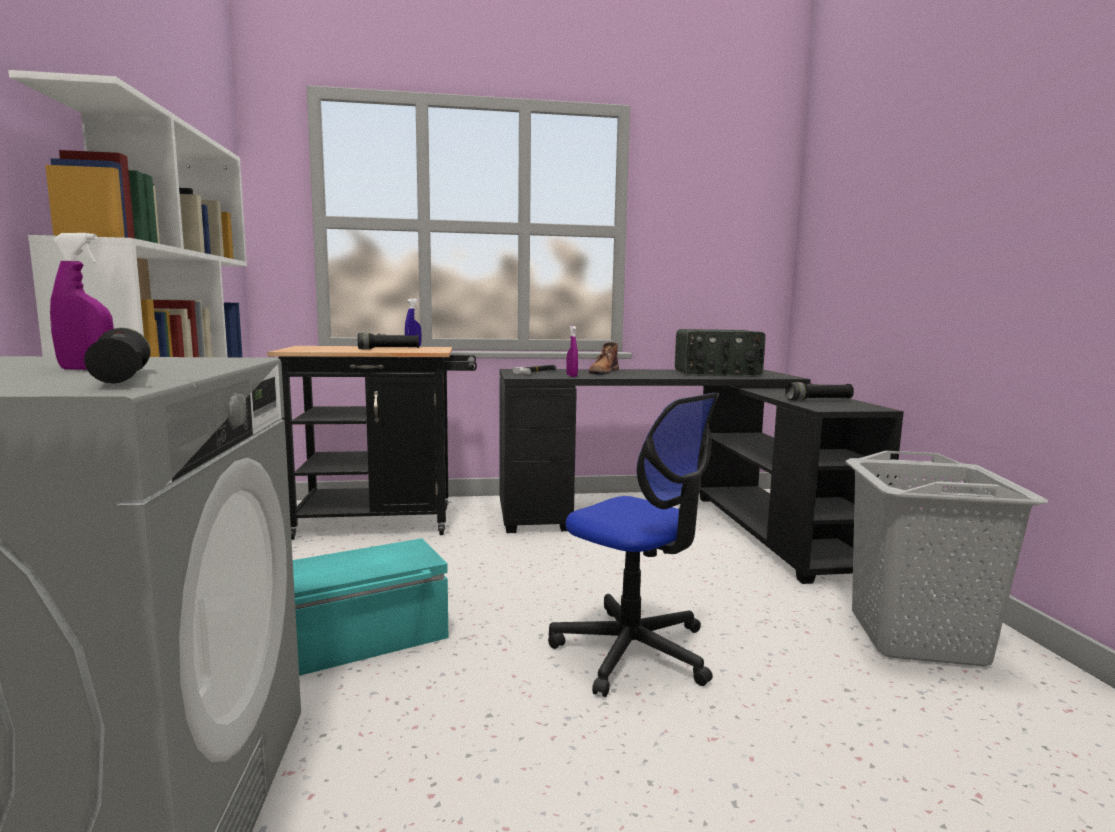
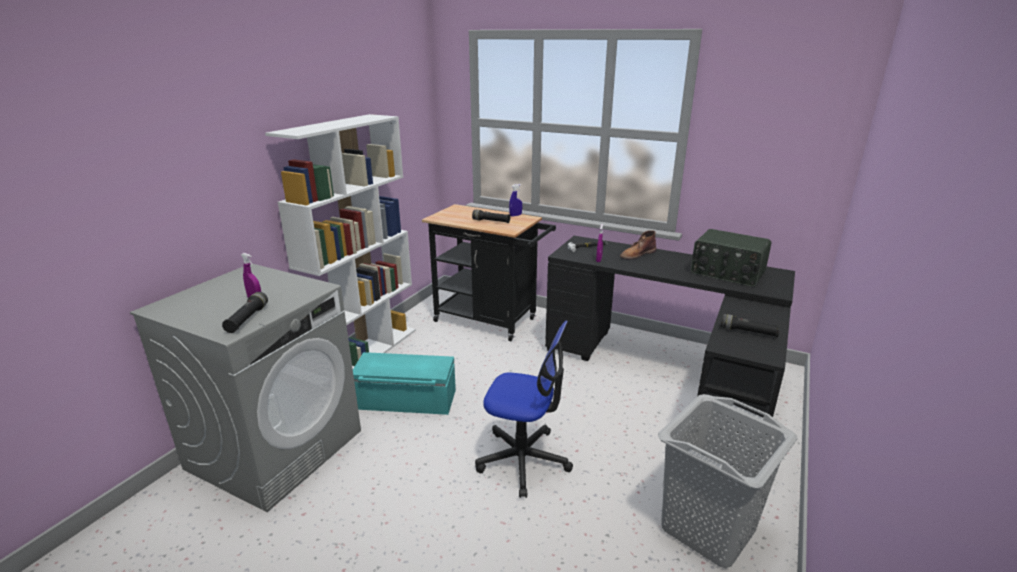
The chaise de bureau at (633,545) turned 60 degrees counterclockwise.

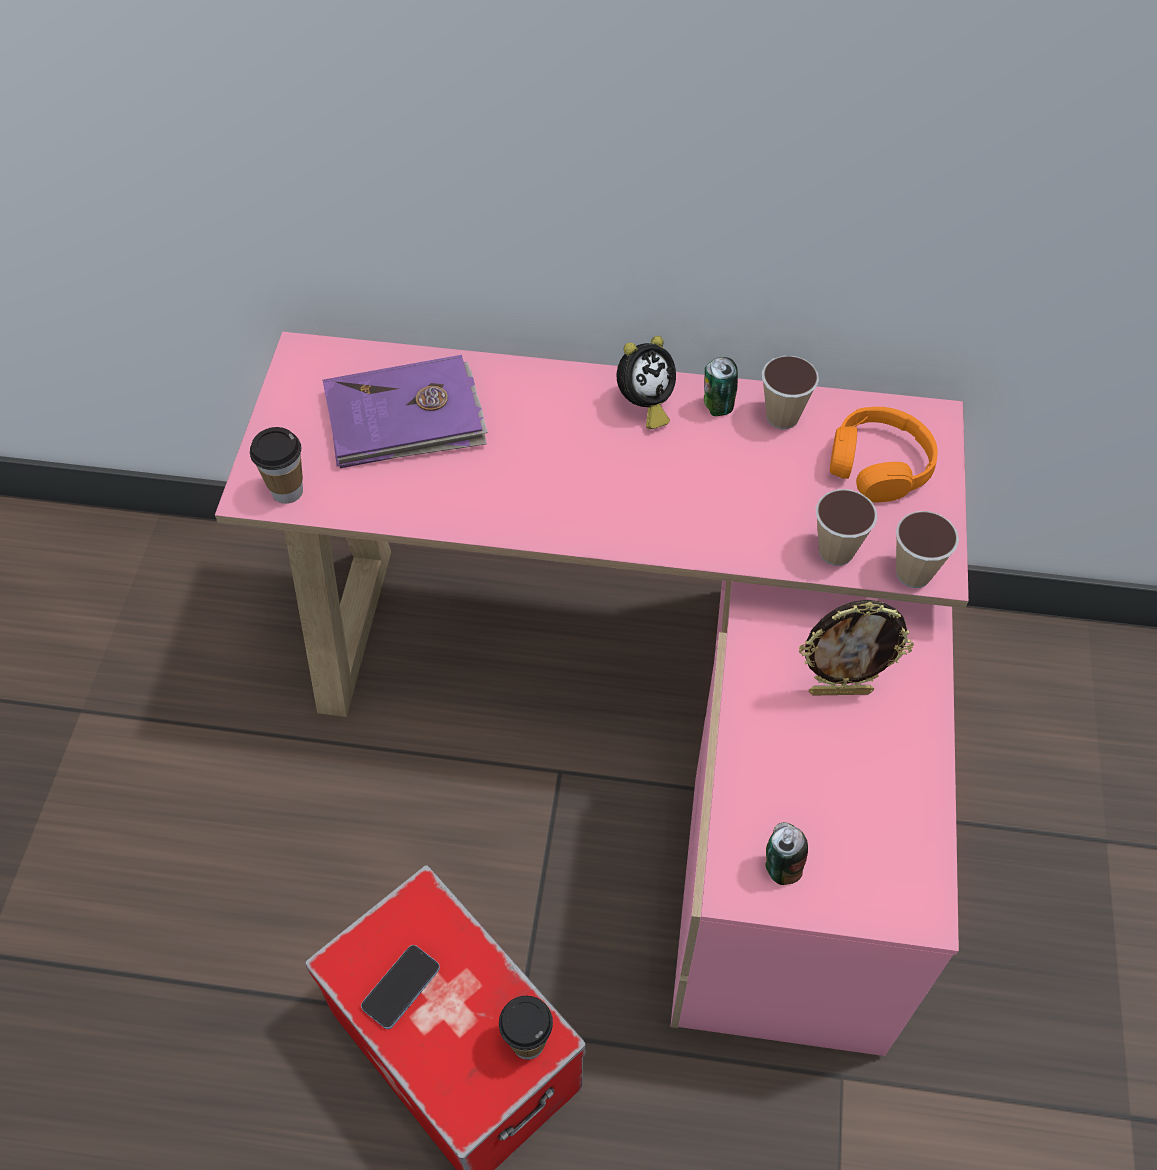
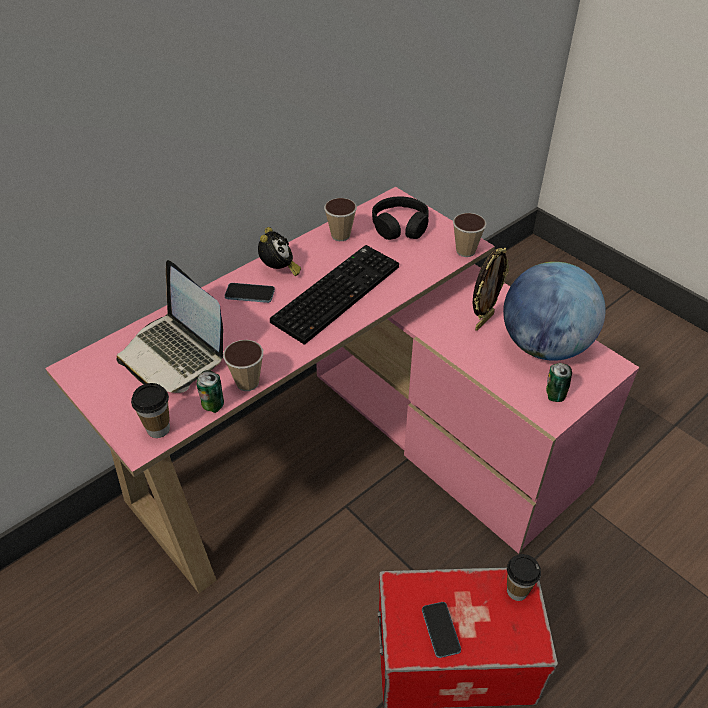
The livre [violet] at (405,411) was replaced by the ordinateur portable at (170,326).
The boîte métallique moved from (721,386) to (210,391).
The casque audio [orange] at (883,454) became the casque audio [noir] at (400,218).
The tasse moved from (846,527) to (243,365).
The clavier at (334,295) appeared.
The globe at (554,311) appeared.
The téléphone at (250,293) appeared.

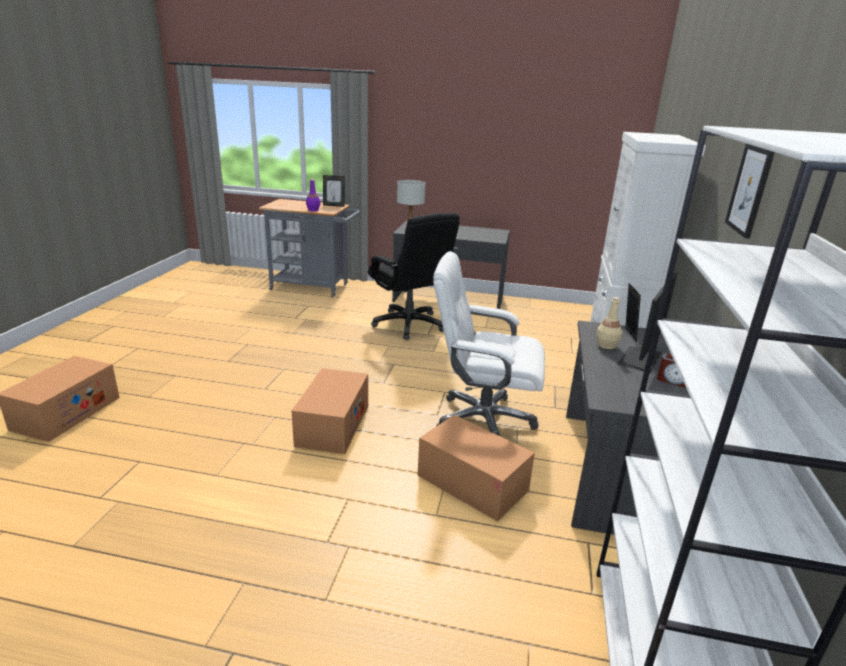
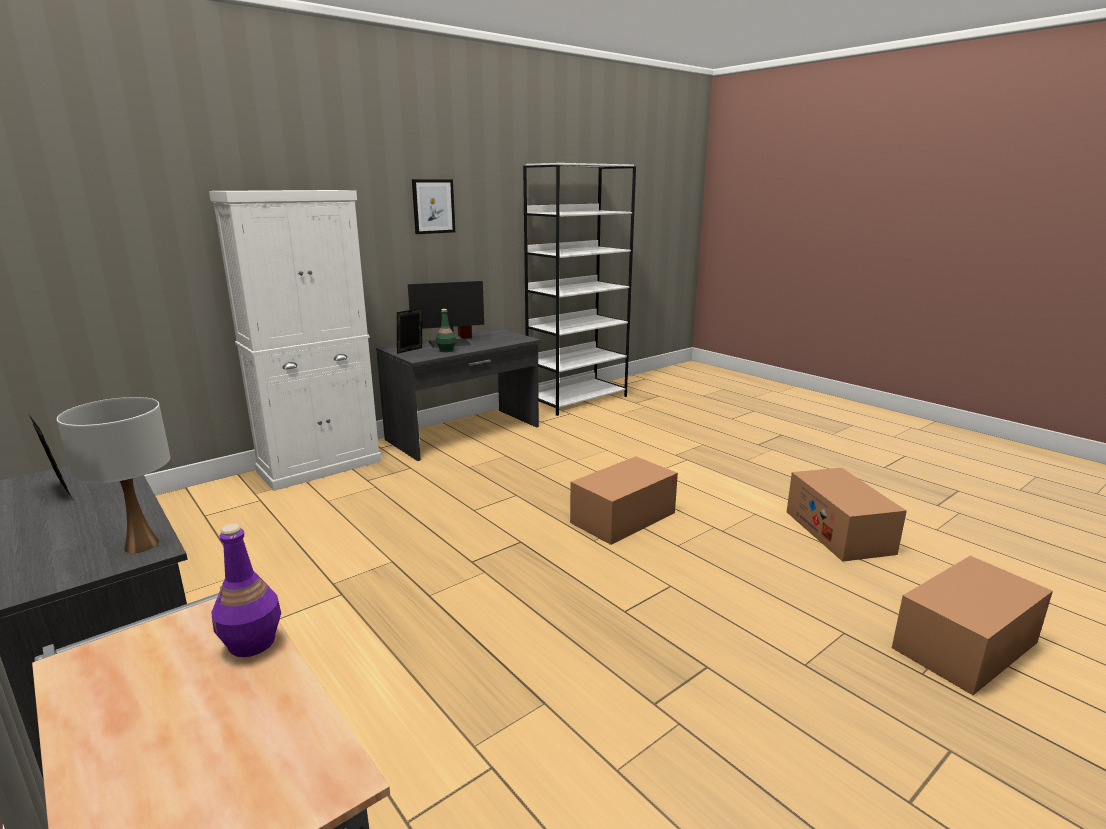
The cadre photo moved from (334,191) to (50,456).
The chaise de bureau [noir] at (414,276) disappeared.
The chaise de bureau [blanc] at (489,343) disappeared.
The bouteille [beige] at (609,323) became the bouteille [vert] at (446,330).
The carton moved from (476,468) to (847,515).

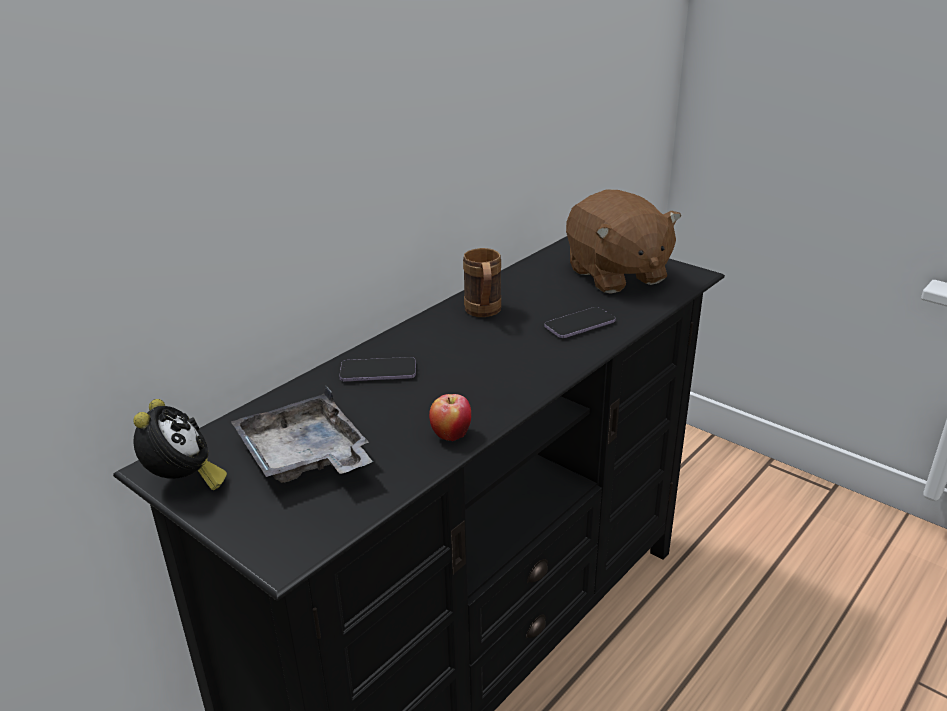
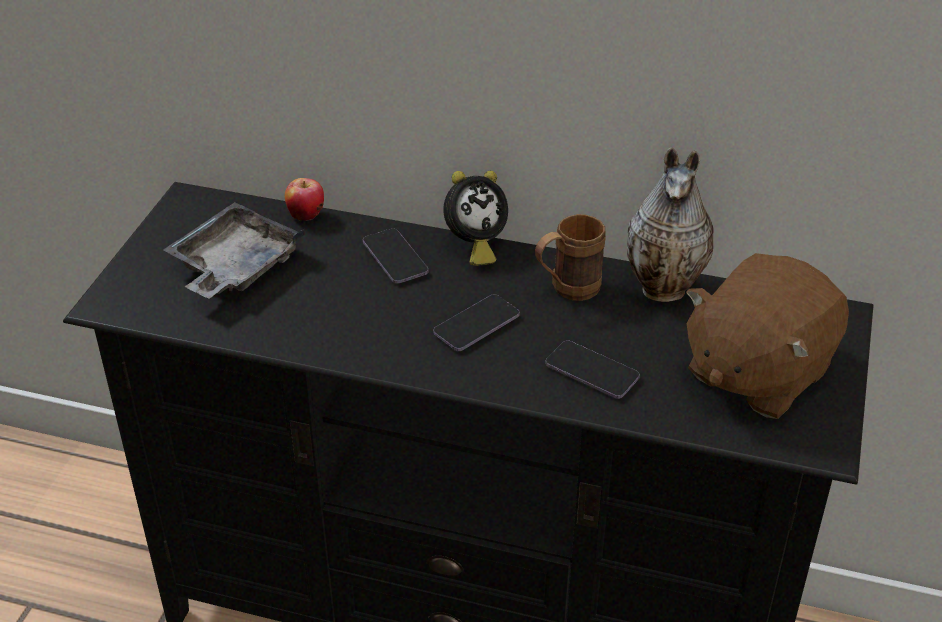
The pomme moved from (450,417) to (304,199).
The réveil moved from (180,444) to (475,218).
The vase at (670,224) appeared.
The téléphone at (476,322) appeared.

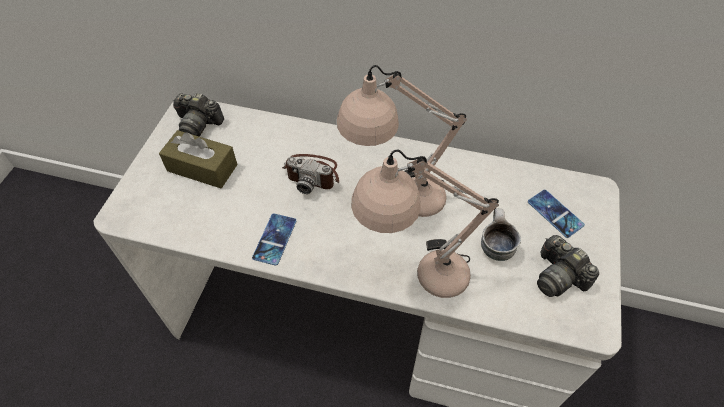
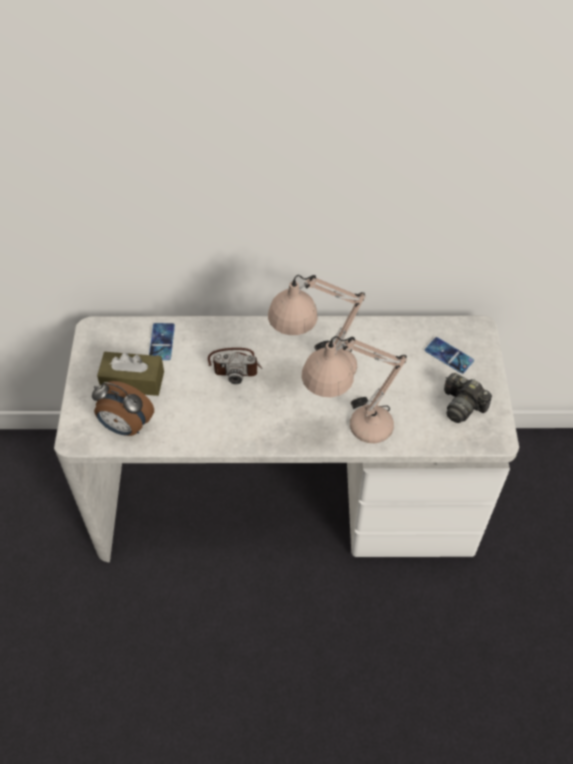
The appareil photo at (198,115) disappeared.
The mug at (501,234) disappeared.
The téléphone moved from (274,239) to (162,341).
The réveil at (123,408) appeared.

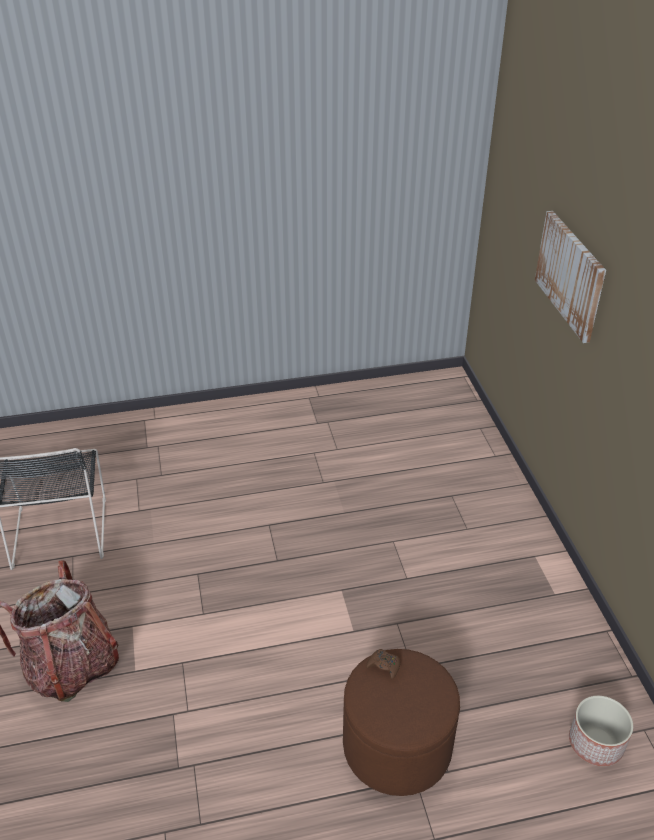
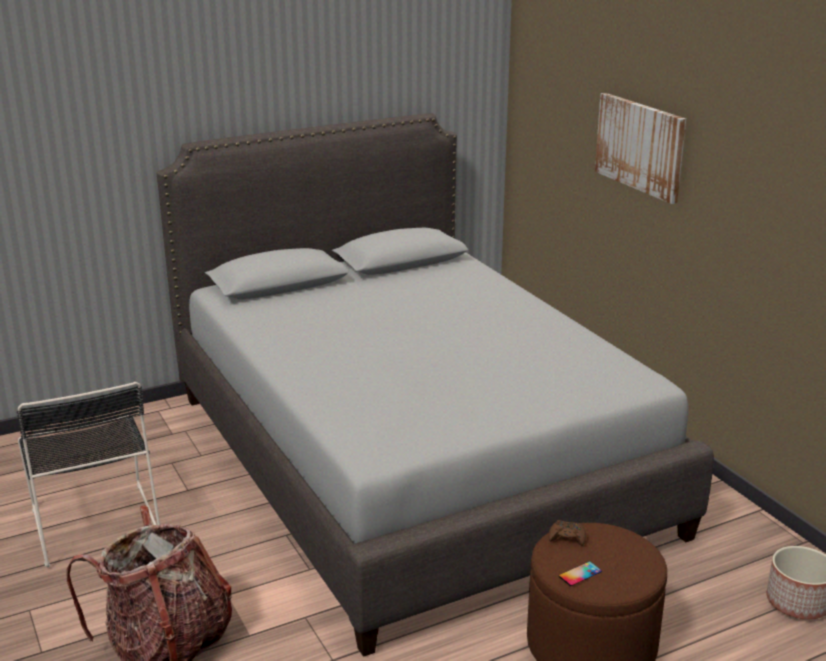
The lit [gris] at (435,385) appeared.
The téléphone at (580,573) appeared.

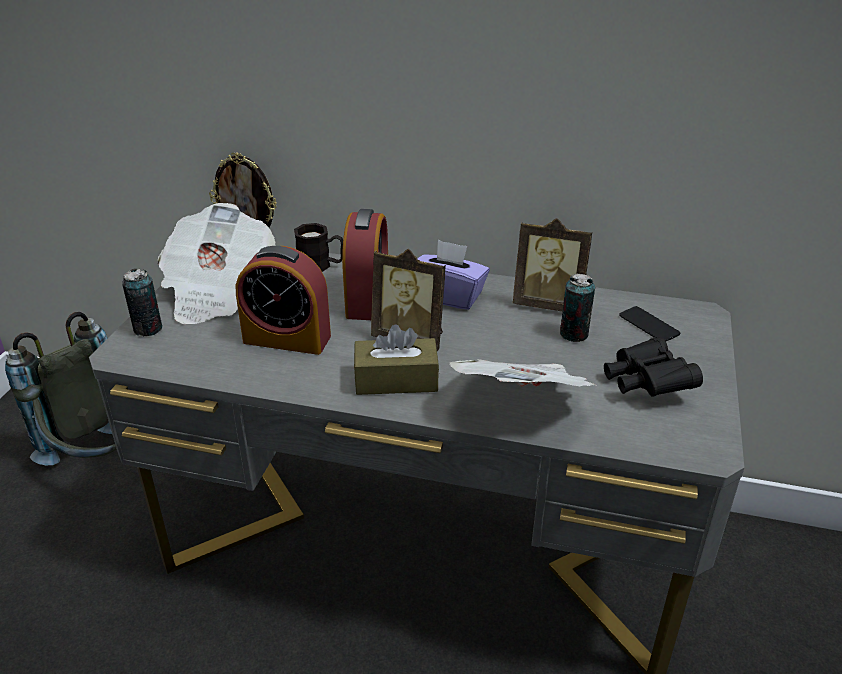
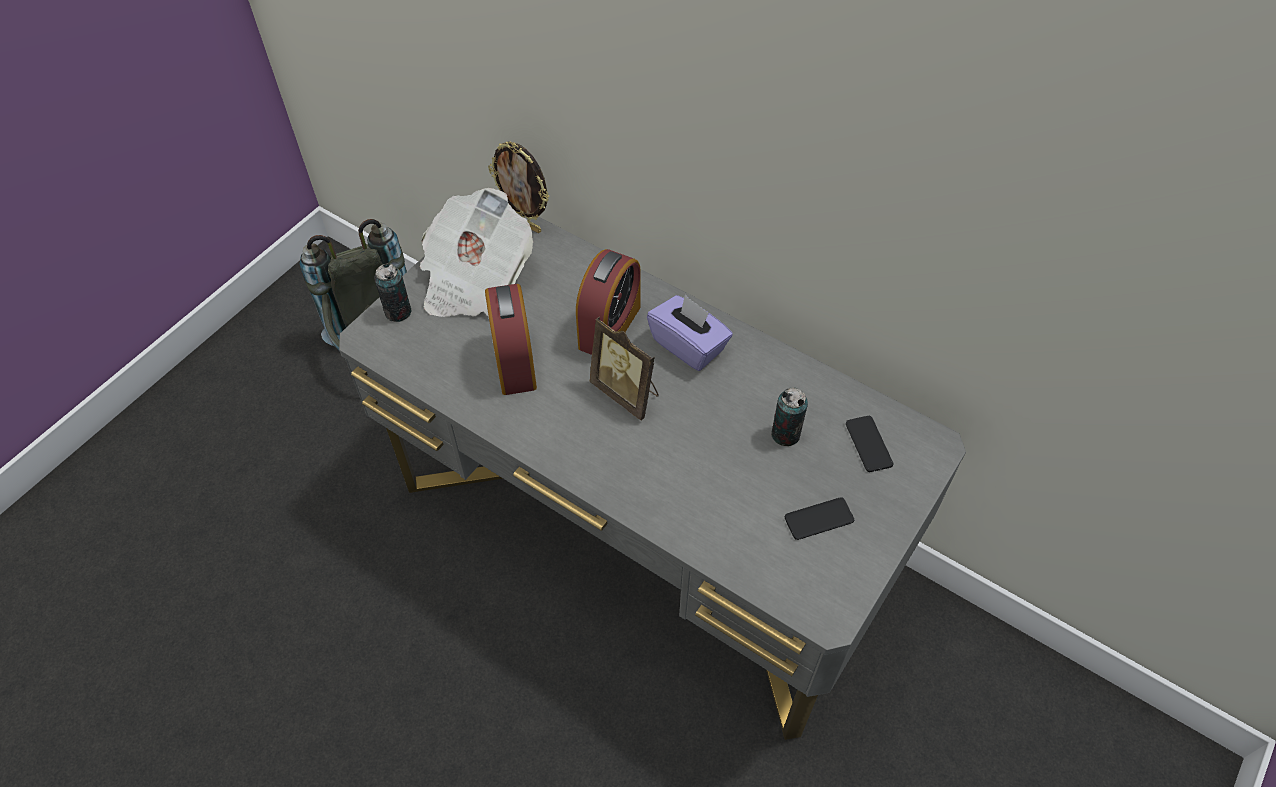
The cadre photo at (552,265) disappeared.
The mug [noir] at (318,247) disappeared.
The réveil at (283,300) turned 135 degrees counterclockwise.
The boîte à mouchoirs [marron] at (396,359) disappeared.
The jumelles [noir] at (653,367) was replaced by the téléphone at (819,518).
The journal at (523,372) disappeared.

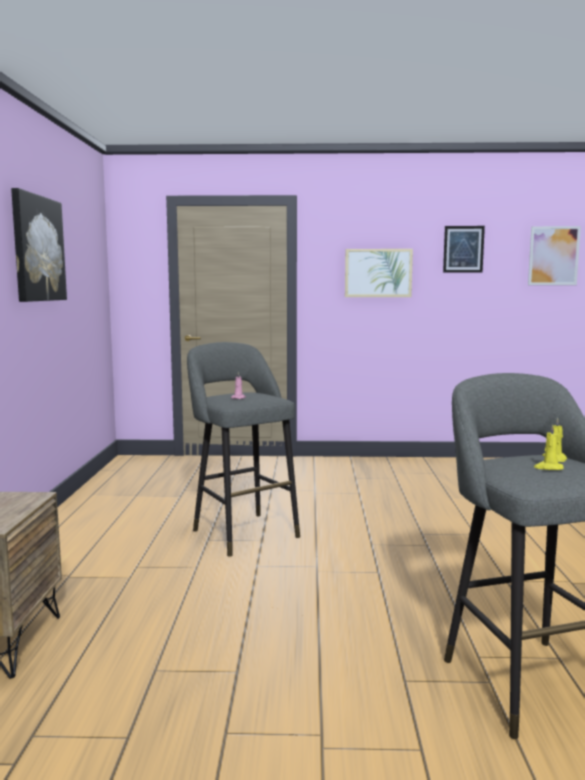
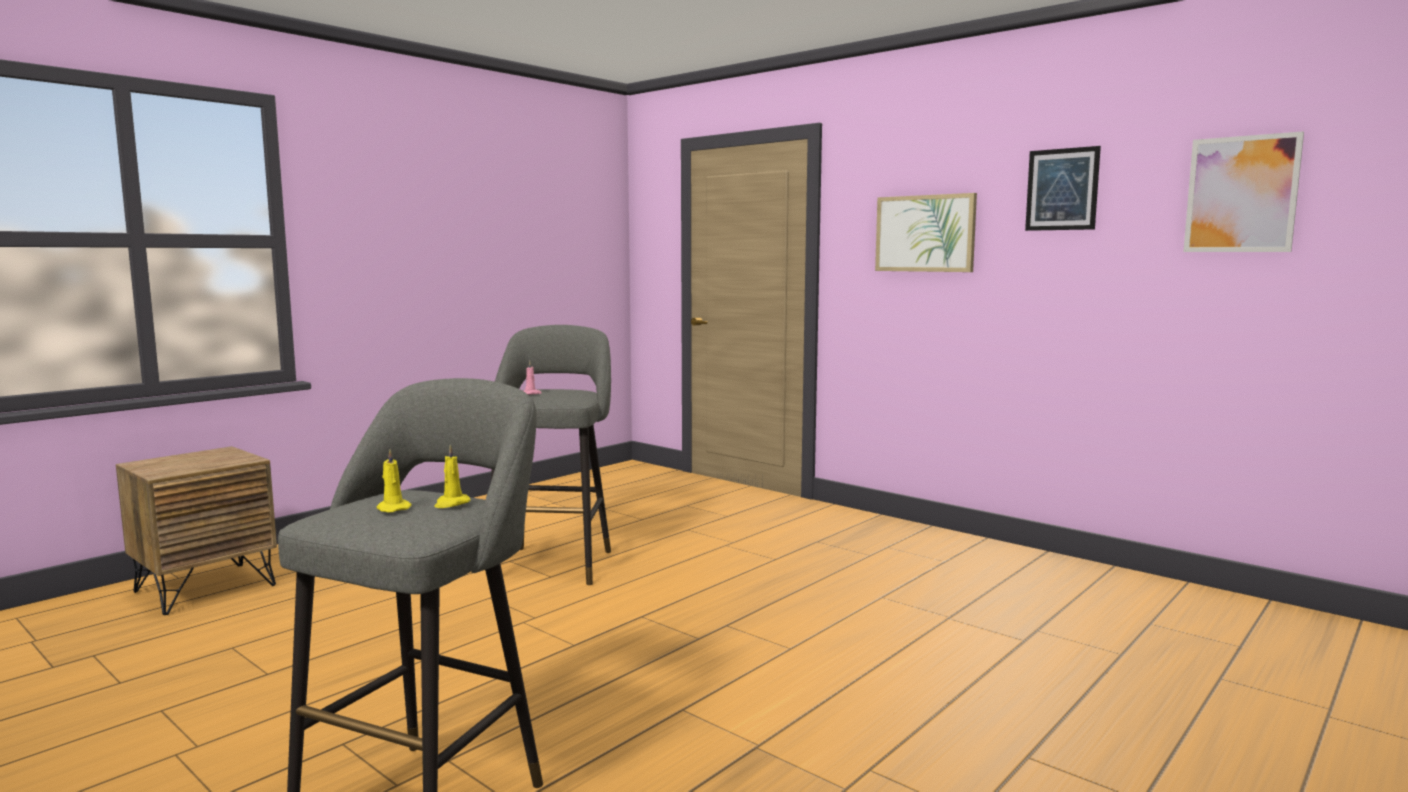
The tableau at (39,245) disappeared.

